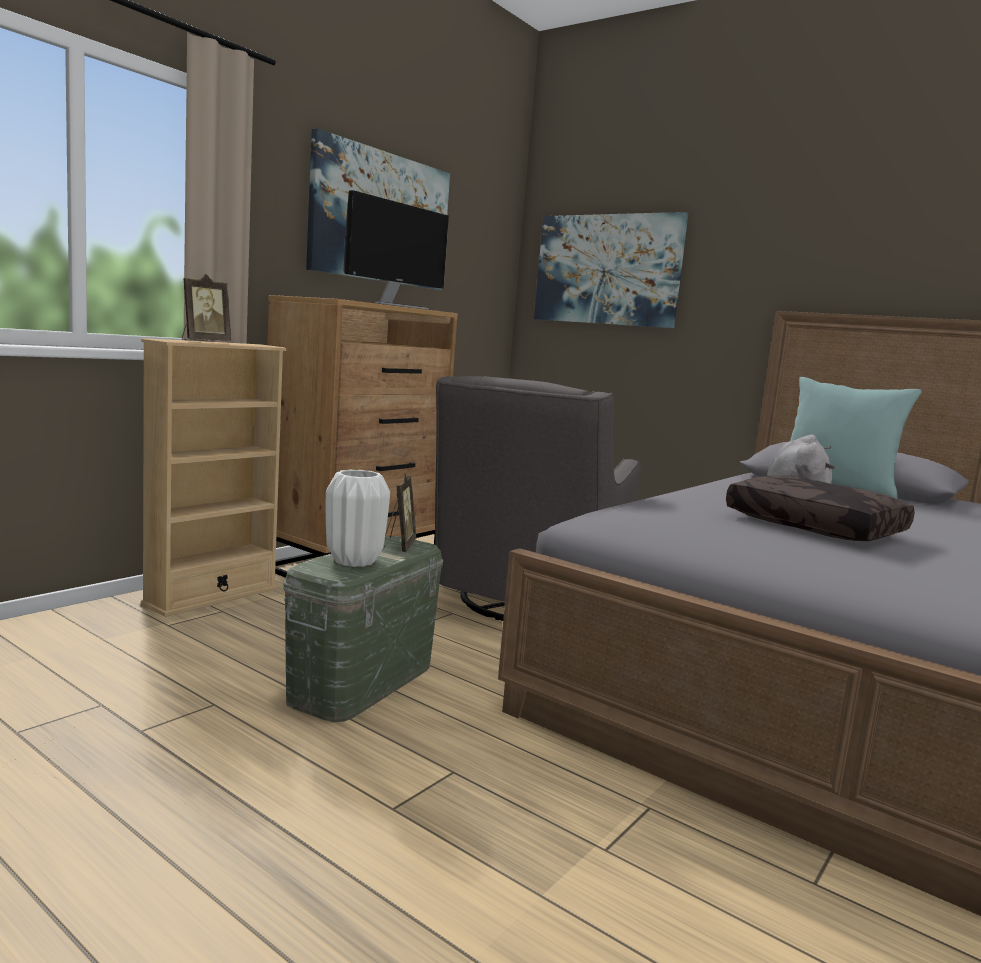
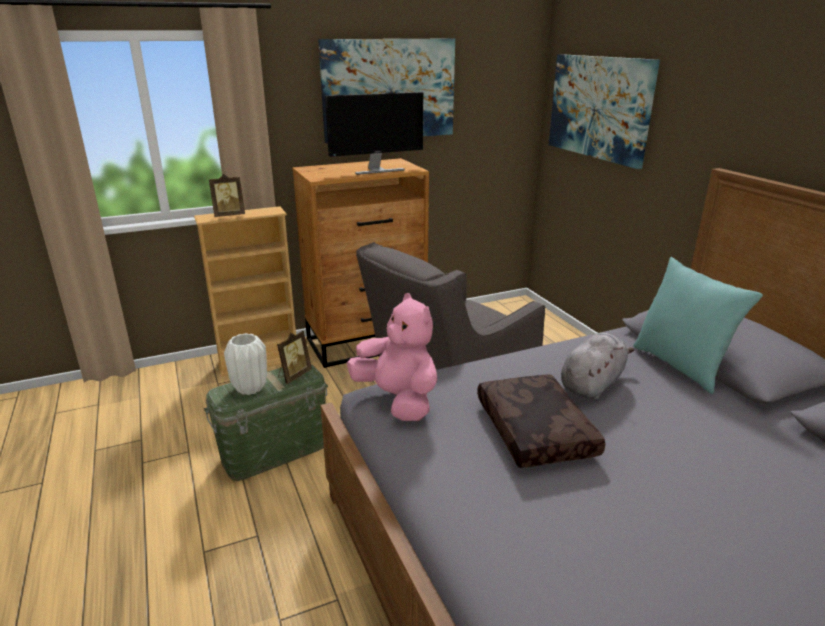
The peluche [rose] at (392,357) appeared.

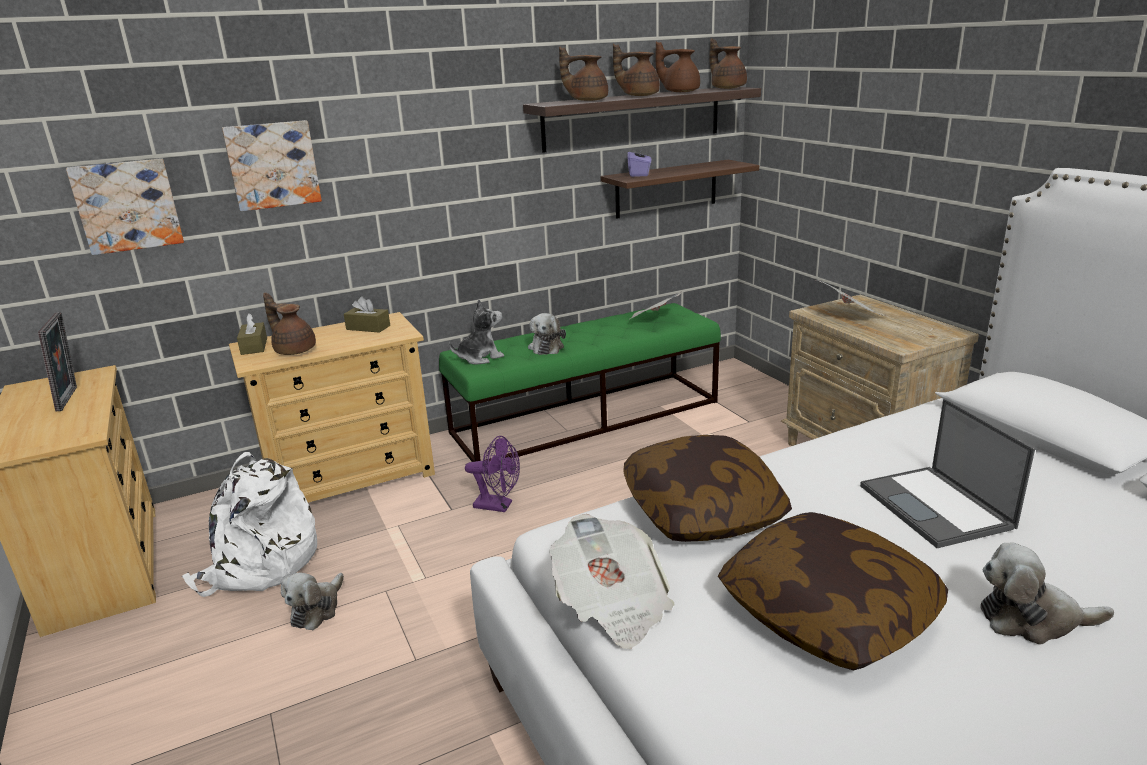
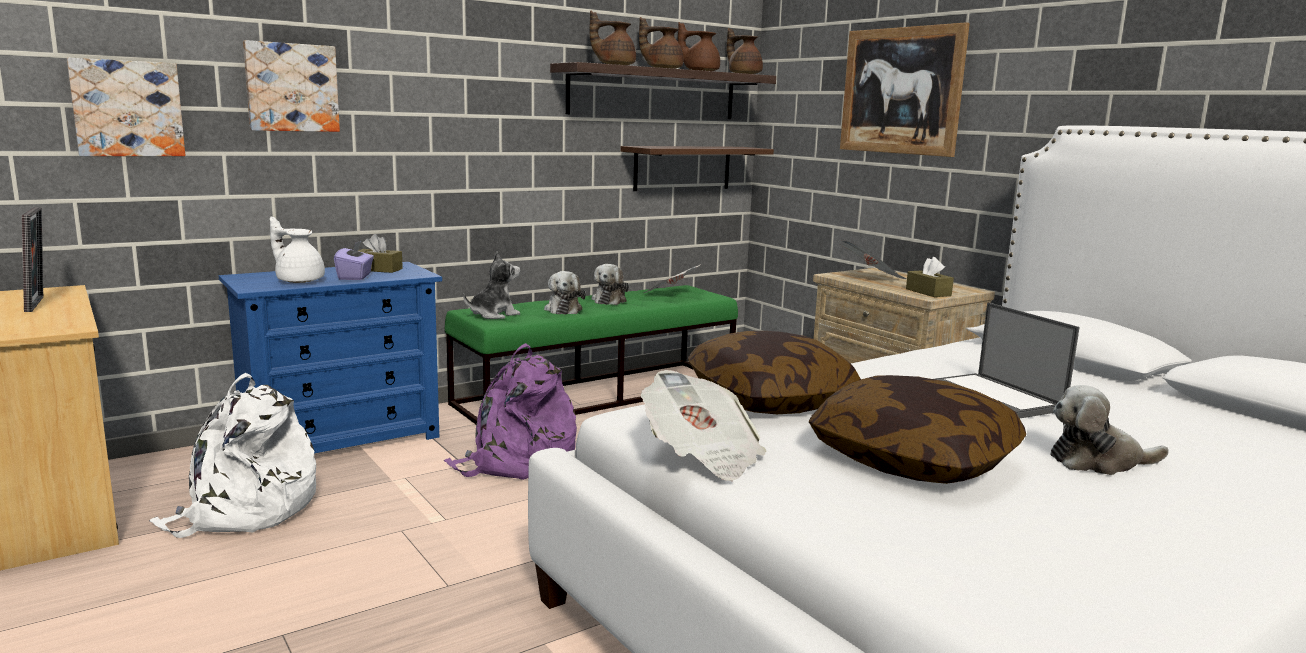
The boîte à mouchoirs [violet] moved from (639,161) to (354,260).
The théière [marron] at (289,324) became the théière [blanc] at (297,250).
The commode [beige] at (332,407) became the commode [bleu] at (330,357).
The boîte à mouchoirs [marron] moved from (252,334) to (930,277).
The ventilateur [violet] at (492,474) was replaced by the sac à dos [violet] at (510,411).
The peluche moved from (312,601) to (610,284).
The tableau at (905,89) appeared.

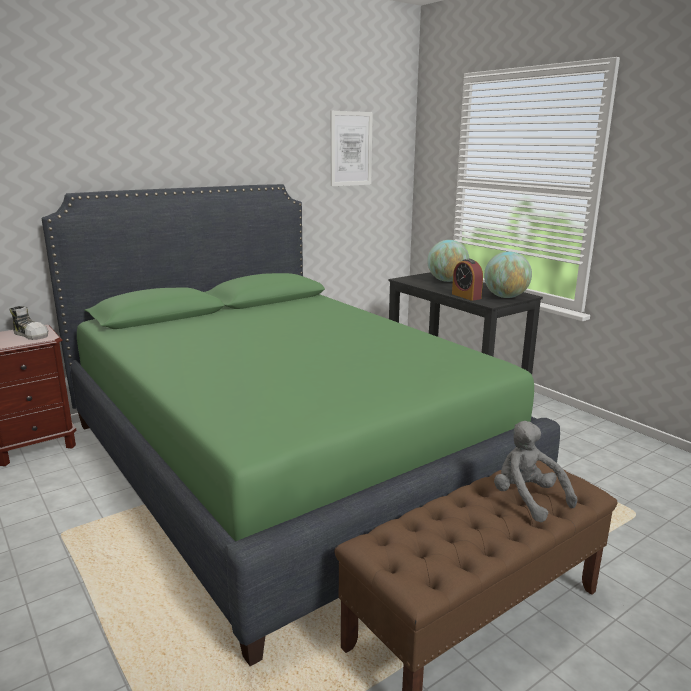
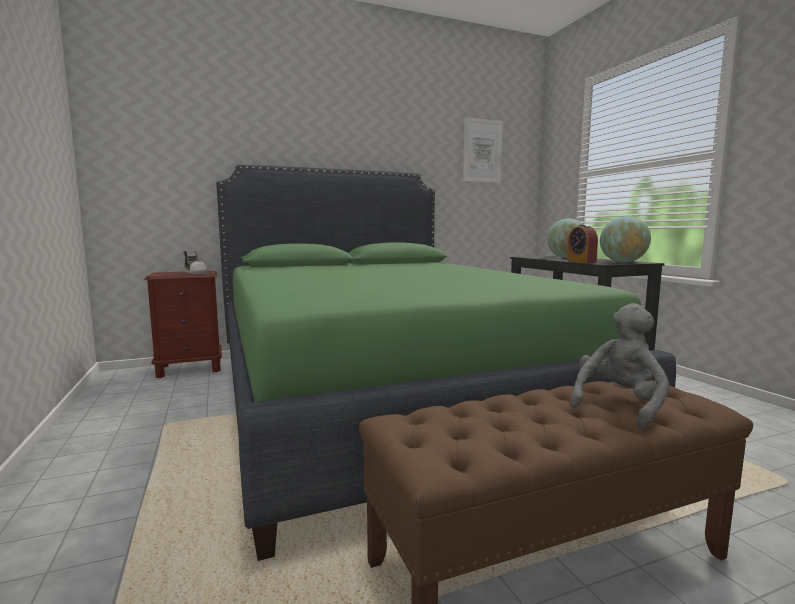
The peluche [gris] at (535,471) turned 60 degrees clockwise.

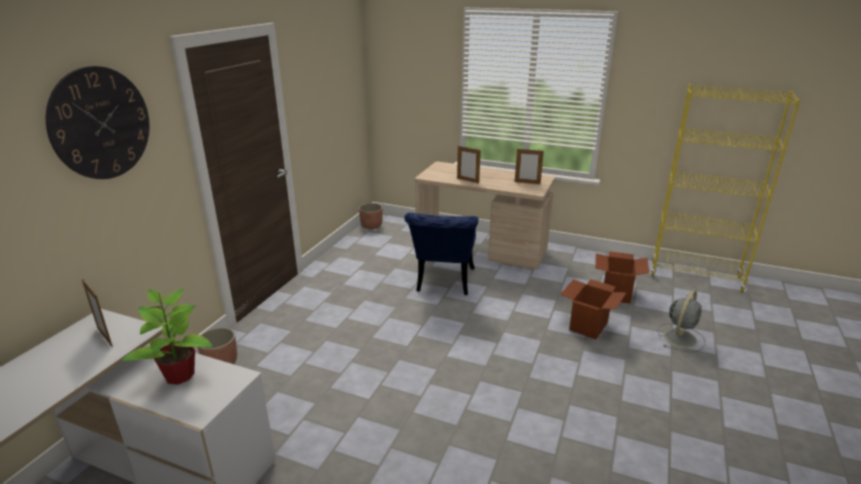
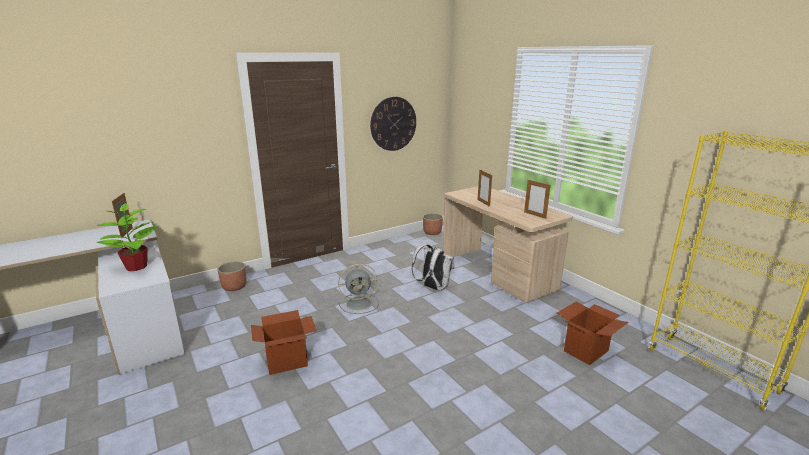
The horloge murale moved from (97,122) to (393,124).
The chaise [bleu] at (441,254) was replaced by the sac à dos [blanc] at (433,267).
The carton moved from (593,309) to (283,342).
The ventilateur [gris] moved from (681,321) to (358,289).

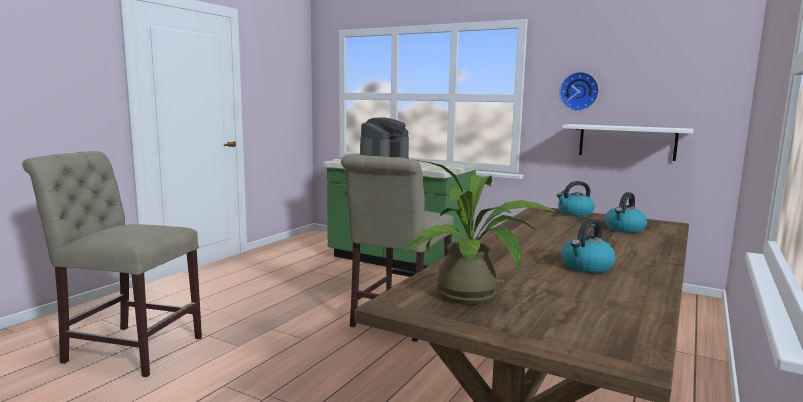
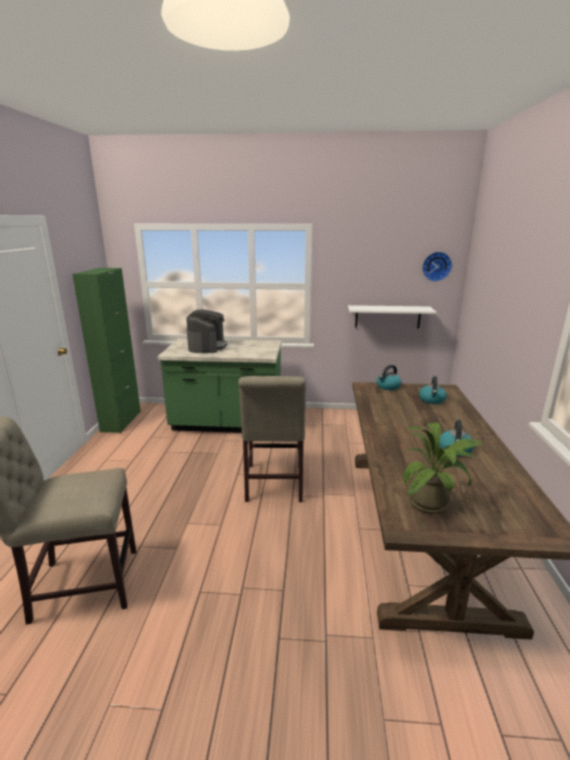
The horloge murale moved from (579,91) to (437,267).
The meuble de rangement [vert] at (106,350) appeared.

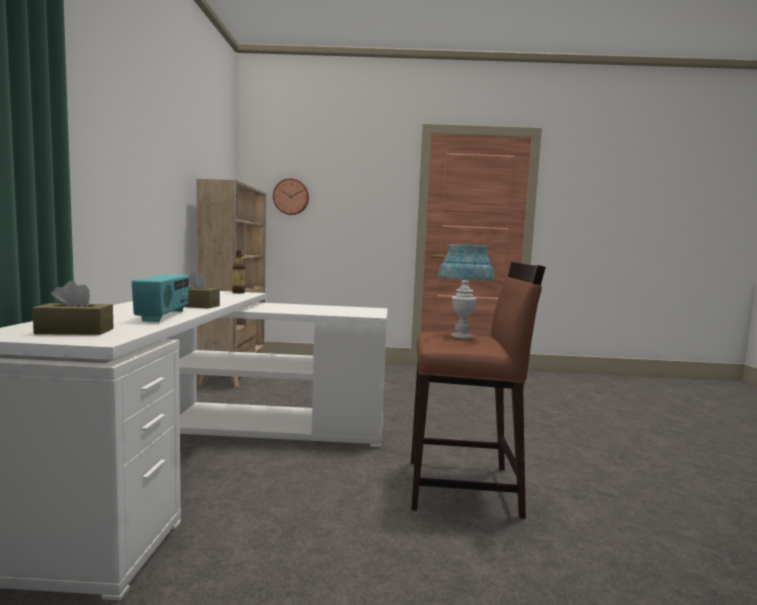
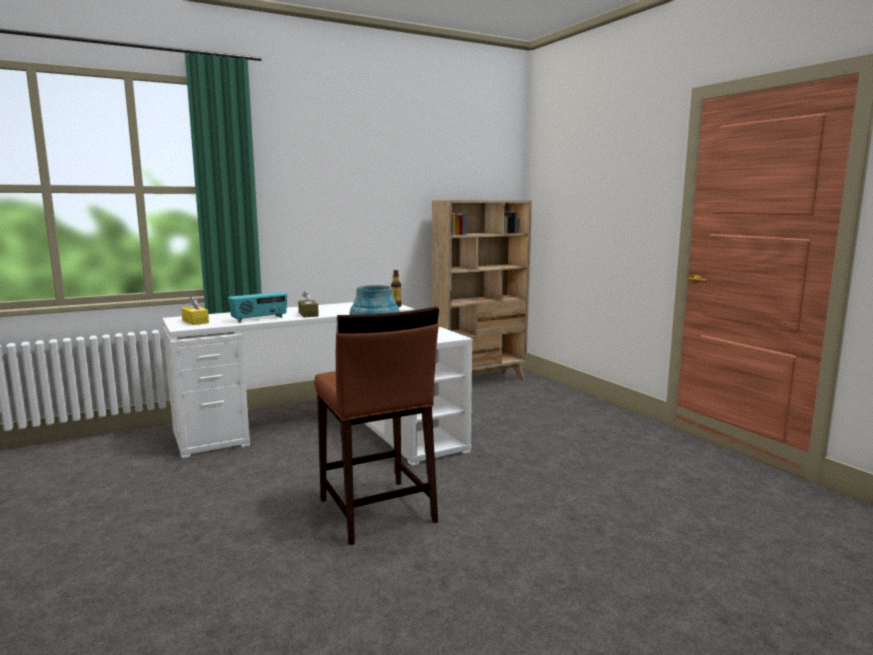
The horloge murale at (291,196) disappeared.
The boîte à mouchoirs [marron] at (73,308) became the boîte à mouchoirs [jaune] at (195,310).

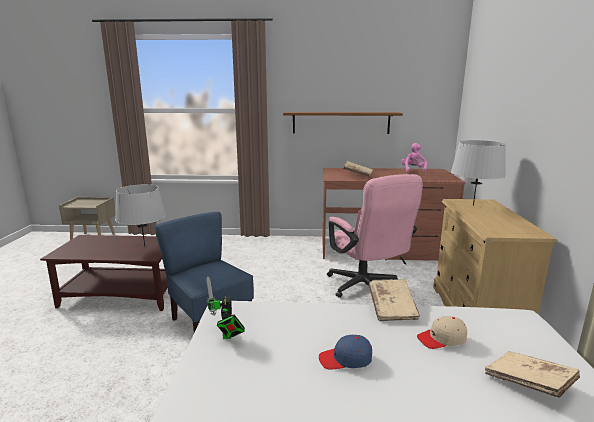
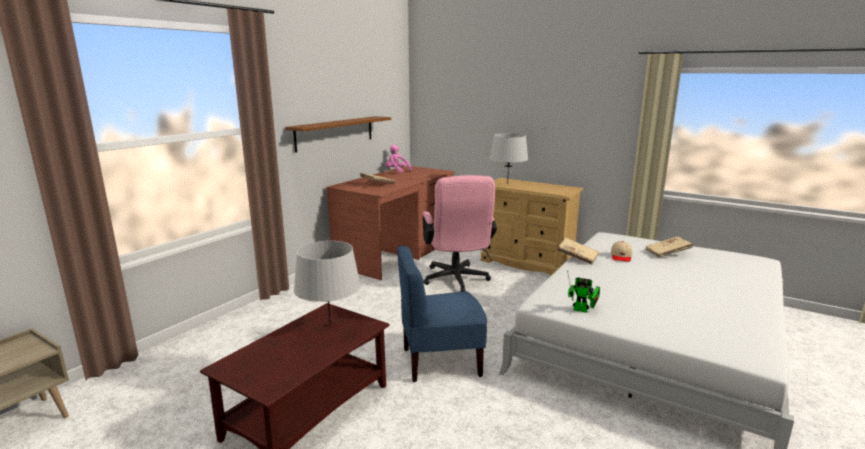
The chaise de bureau [rose] at (375,236) turned 75 degrees clockwise.
The casquette [bleu] at (345,352) disappeared.

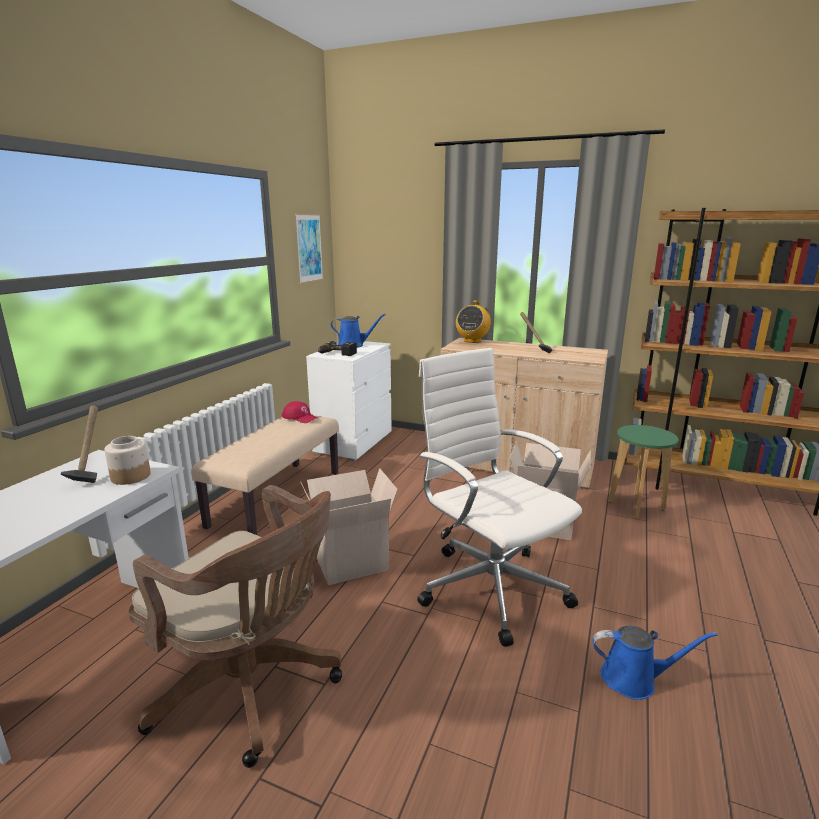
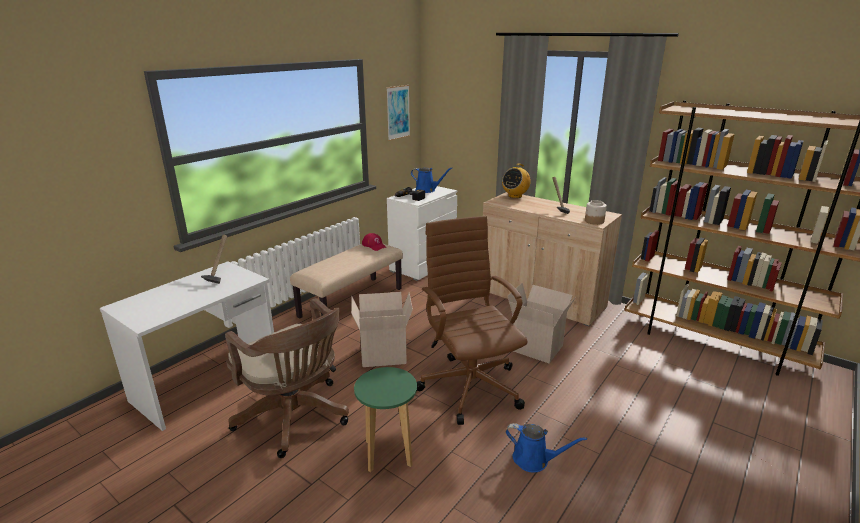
The chaise de bureau [blanc] at (499,497) became the chaise de bureau [marron] at (472,320).
The tabouret [vert] moved from (643,472) to (385,419).
The bocal moved from (127,460) to (596,212).

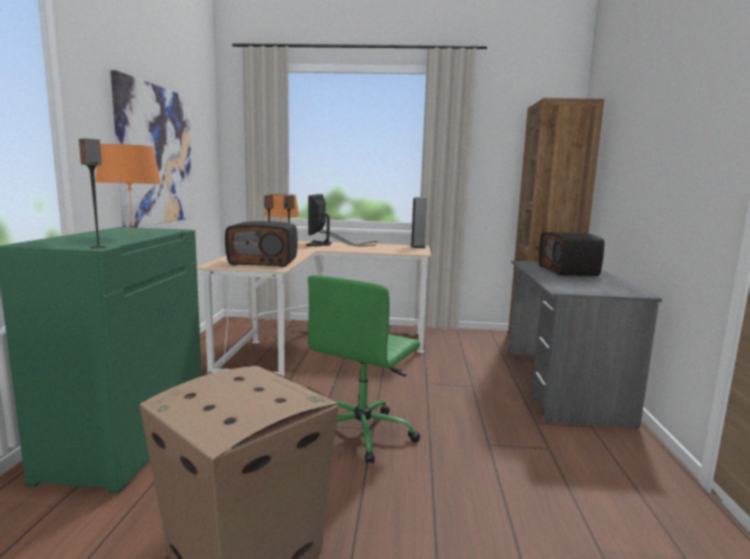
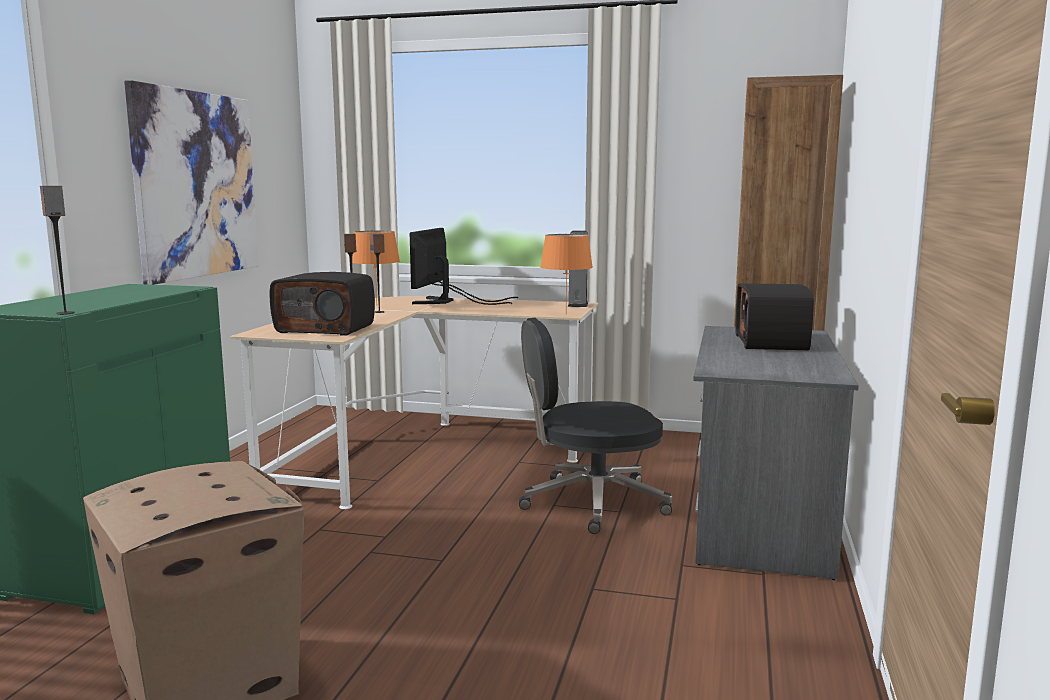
The lampe de table [orange] moved from (128,190) to (566,269).
The chaise de bureau [vert] at (364,369) disappeared.
The chaise de bureau [noir] at (595,426) appeared.

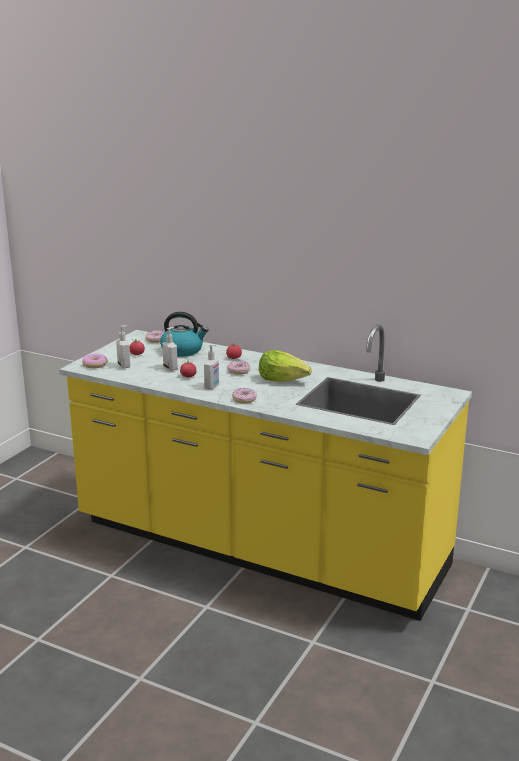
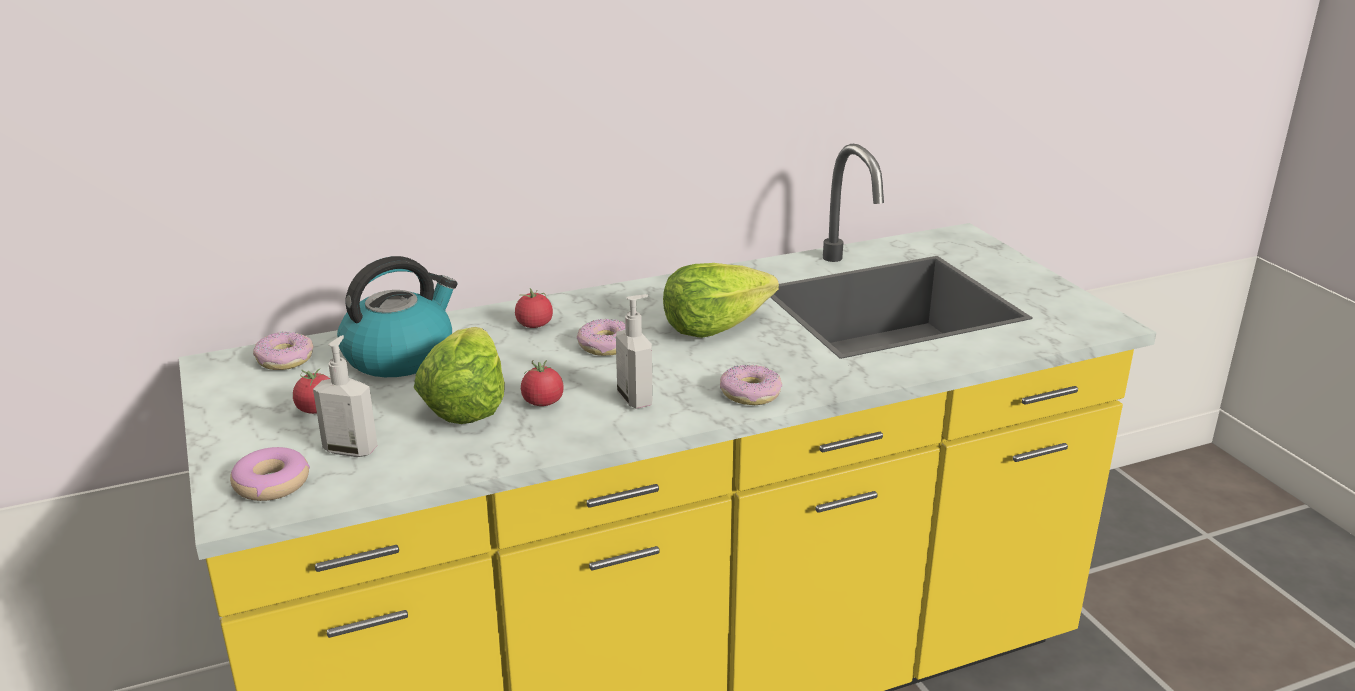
The distributeur de savon at (170,349) was replaced by the laitue at (459,375).

